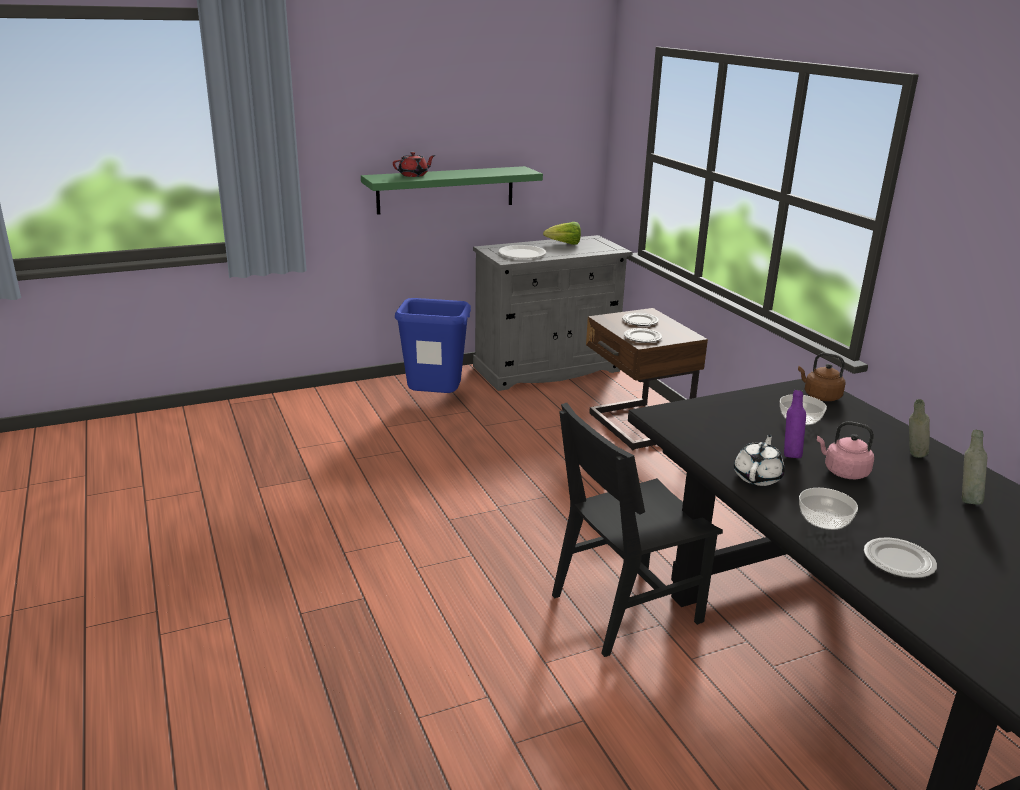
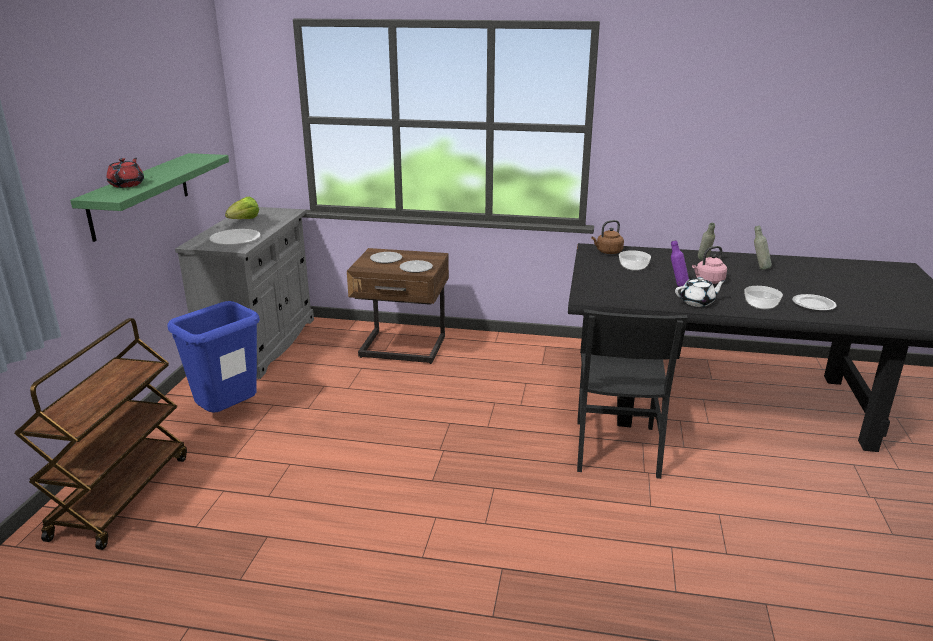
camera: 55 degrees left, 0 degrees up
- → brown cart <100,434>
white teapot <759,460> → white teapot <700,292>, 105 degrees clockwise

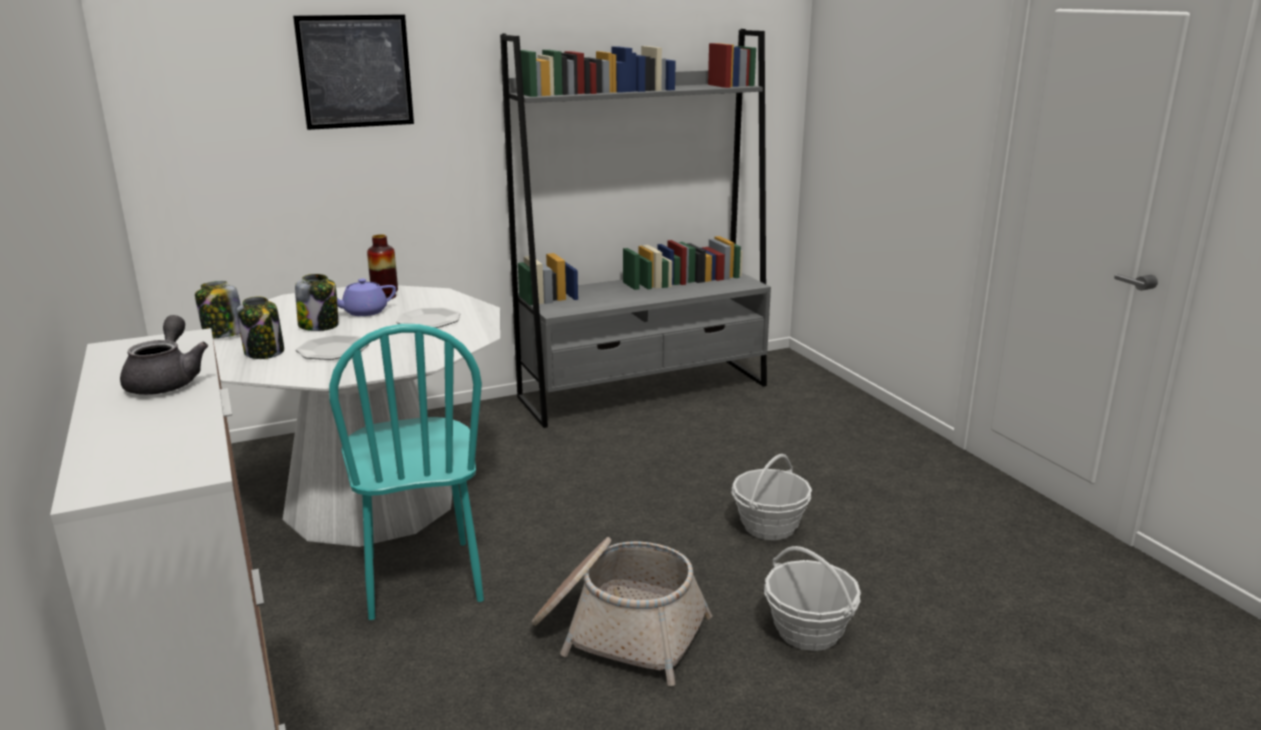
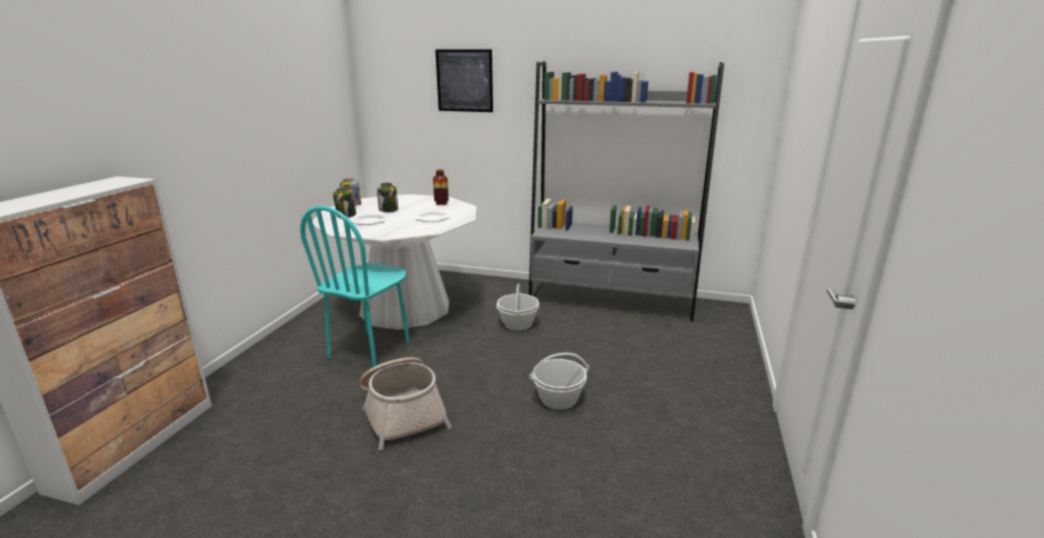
camera: 40 degrees right, 0 degrees up
grey teapot <164,355> → -
purple teapot <366,297> → -
basket <812,598> → basket <518,307>, relocated

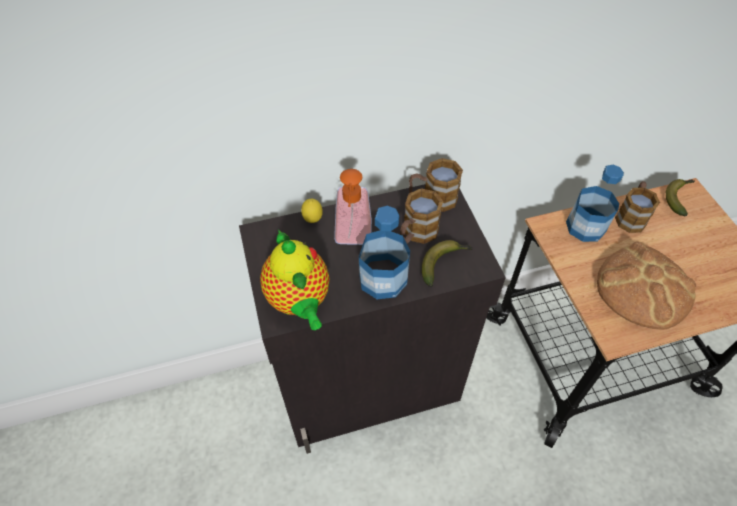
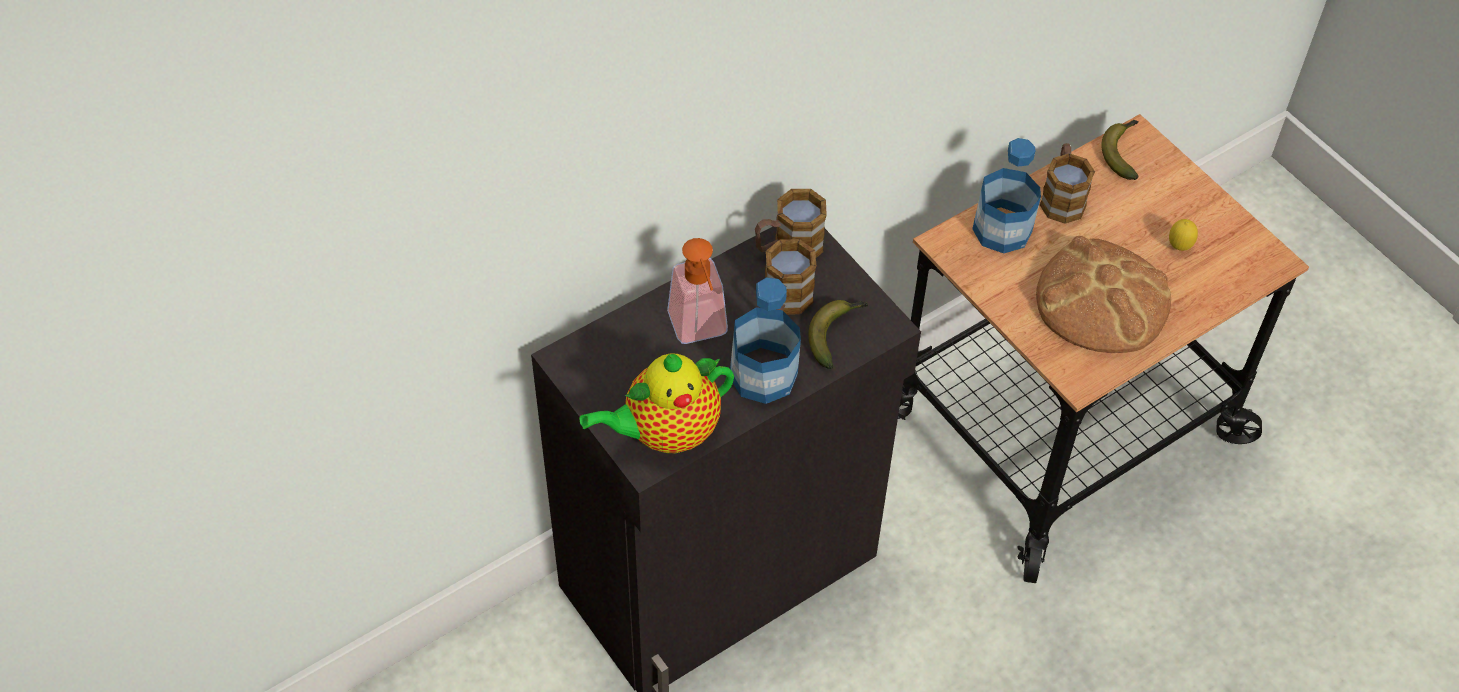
camera: 20 degrees left, 0 degrees up
lemon <312,211> → lemon <1183,235>, relocated
teapot <295,279> → teapot <656,403>, 105 degrees clockwise

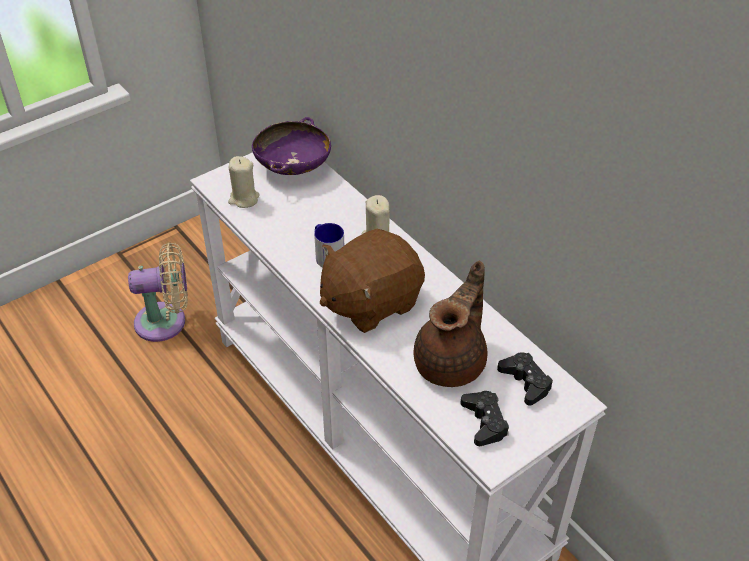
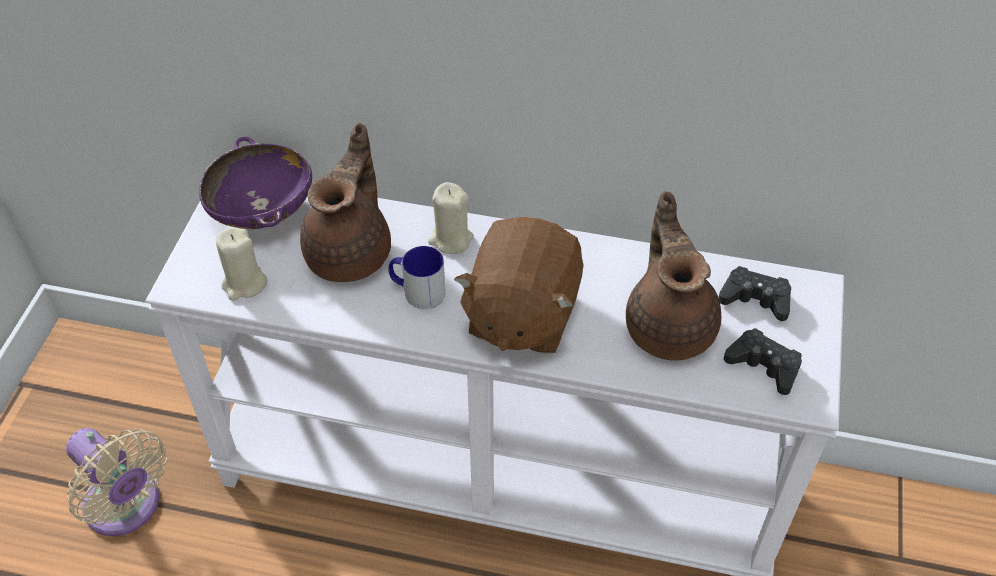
camera: 40 degrees left, 5 degrees up
- → brown teapot <345,202>
beige fan <158,292> → beige fan <116,482>, 90 degrees clockwise

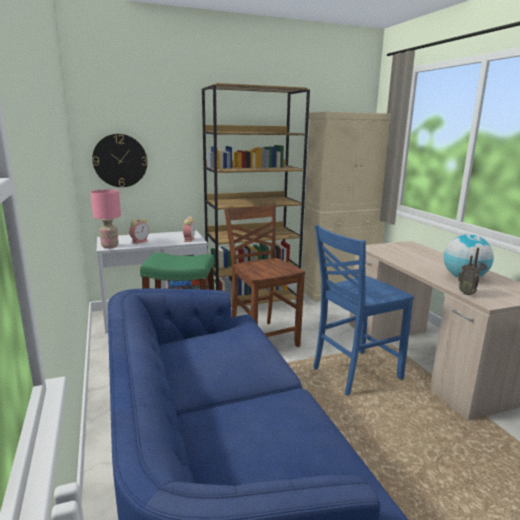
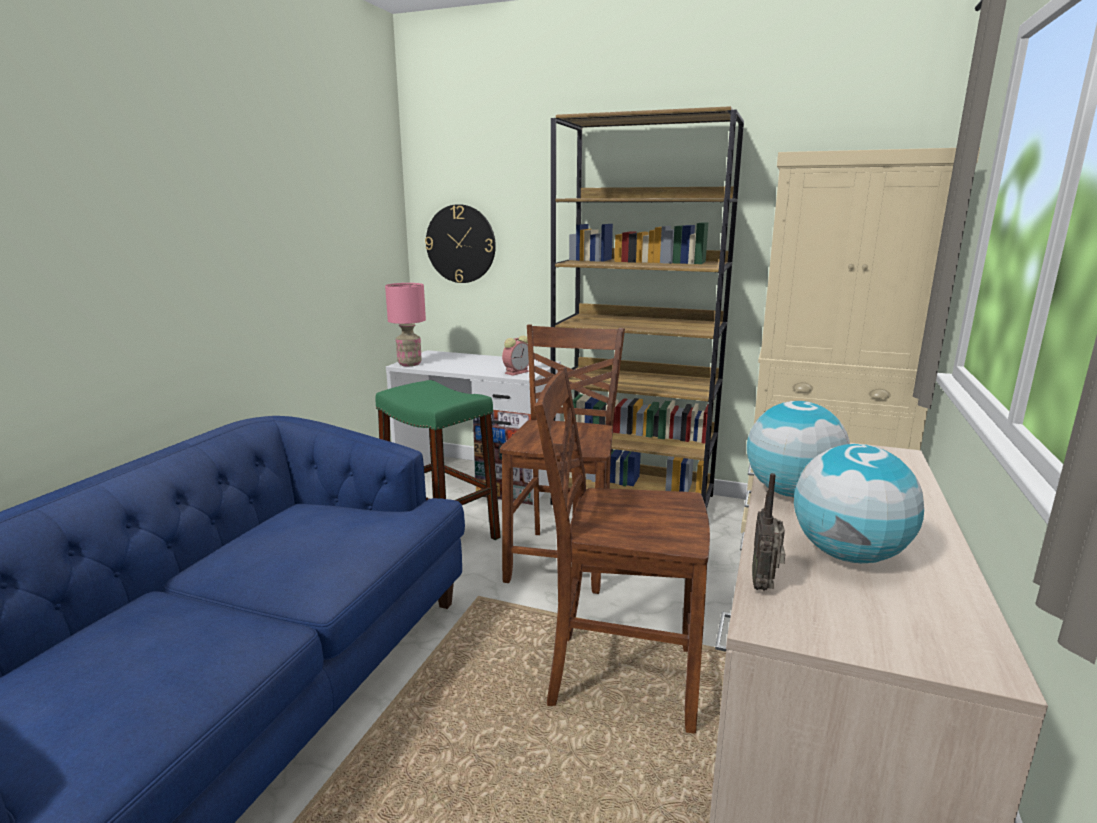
camera: 40 degrees right, 0 degrees up
alarm clock <139,231> → -
- → globe <798,449>
blue chair <363,310> → brown chair <622,550>

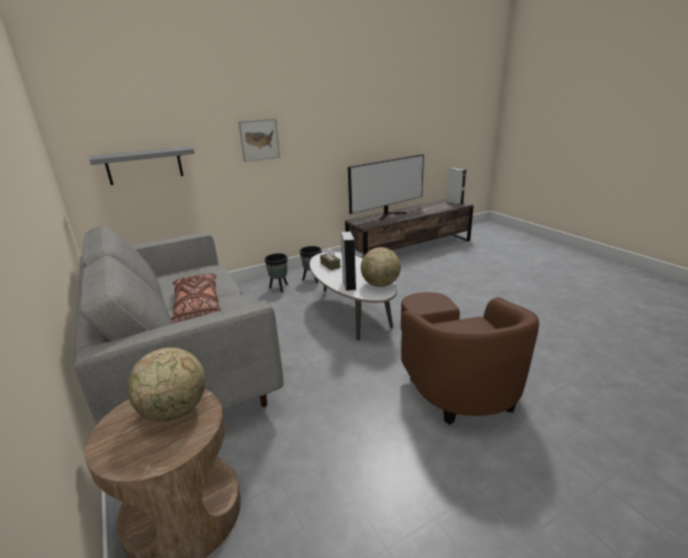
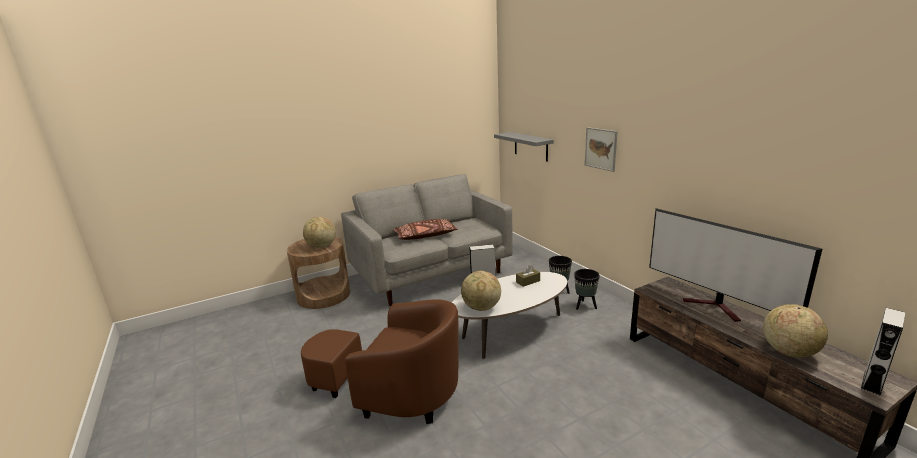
camera: 90 degrees right, 5 degrees down
- → globe <795,331>
brown armchair <470,358> → brown armchair <380,361>, 150 degrees counterclockwise

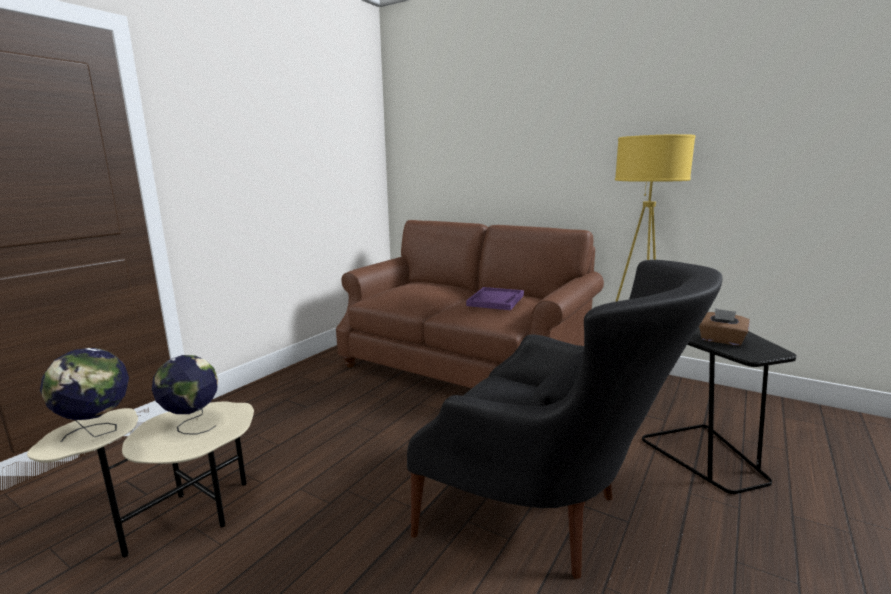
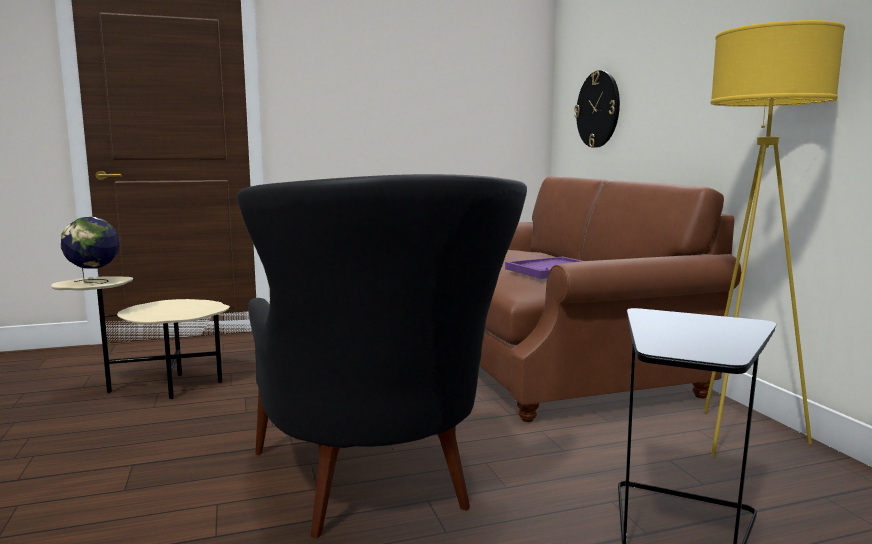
camera: 40 degrees right, 5 degrees down
globe <185,395> → -
brown tissue box <724,327> → -
- → wall clock <597,109>

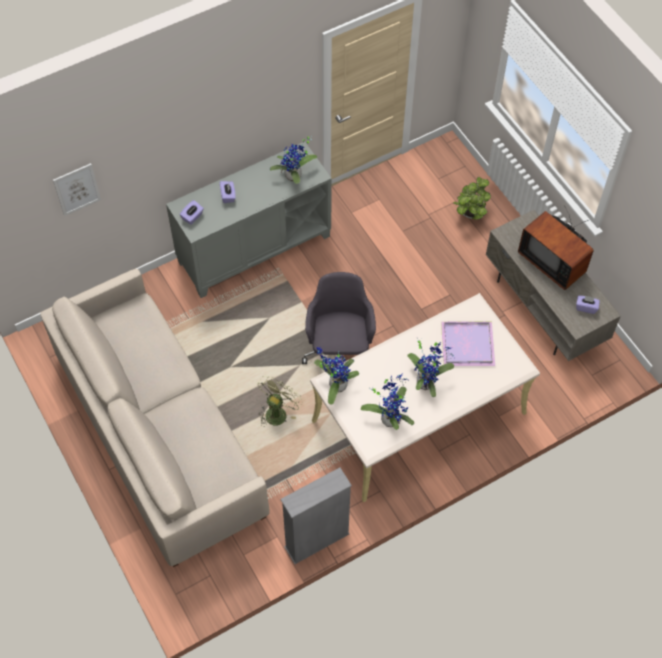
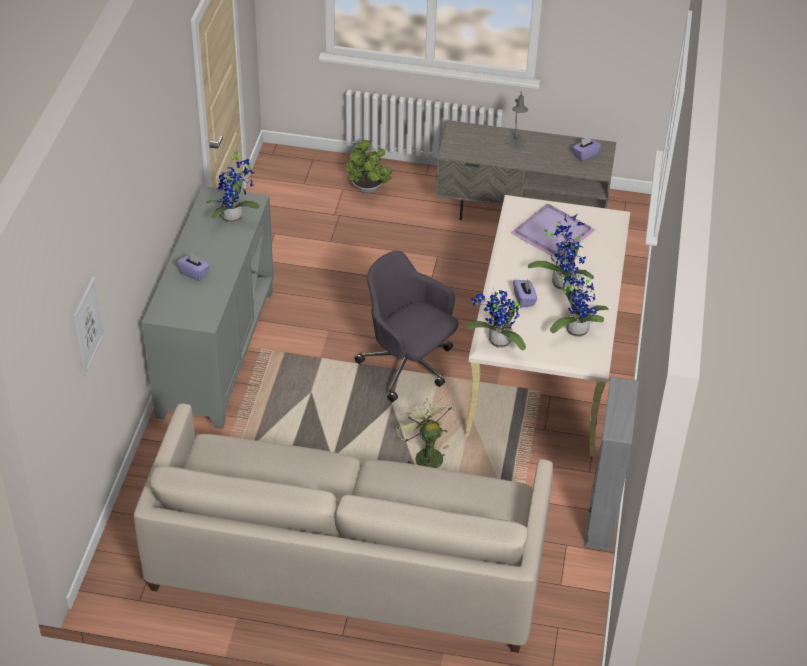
camera: 50 degrees left, 15 degrees down
purple tissue box <192,212> → purple tissue box <525,293>, relocated
television <556,247> → grey table lamp <516,120>

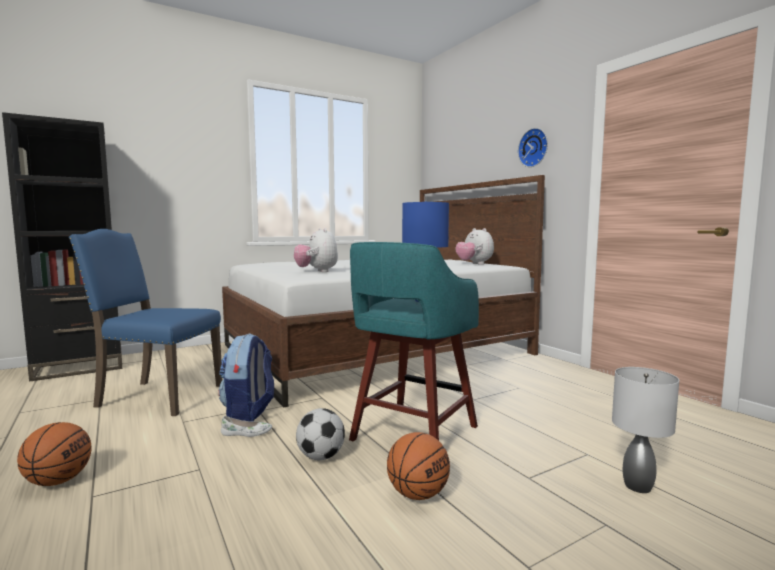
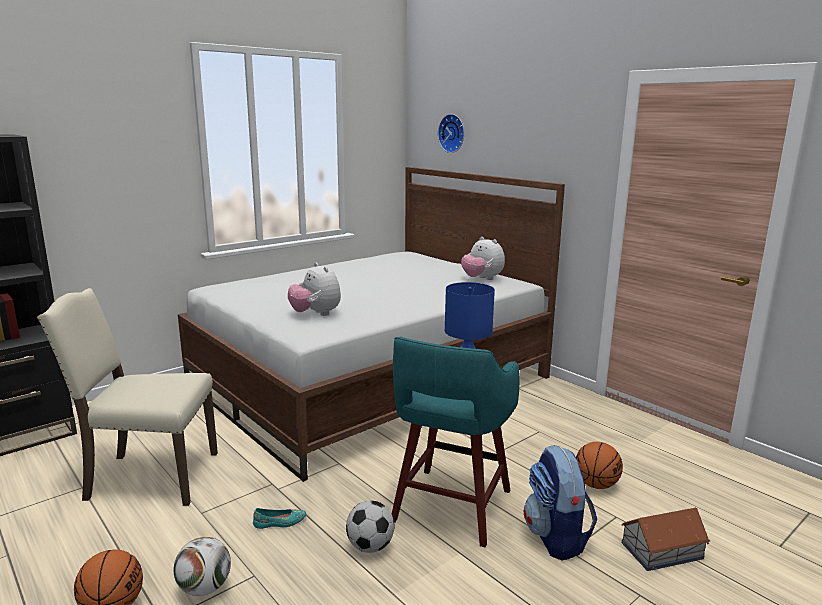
camera: 10 degrees left, 10 degrees up
- → football <202,566>
backpack <246,377> → backpack <560,502>, relocated
basketball <418,466> → basketball <599,465>, relocated
wall clock <533,147> → wall clock <451,133>, relocated
grey table lamp <645,430> → toy house <665,539>
blue chair <145,322> → beige chair <127,397>
white shoe <246,426> → turquoise shoe <279,518>

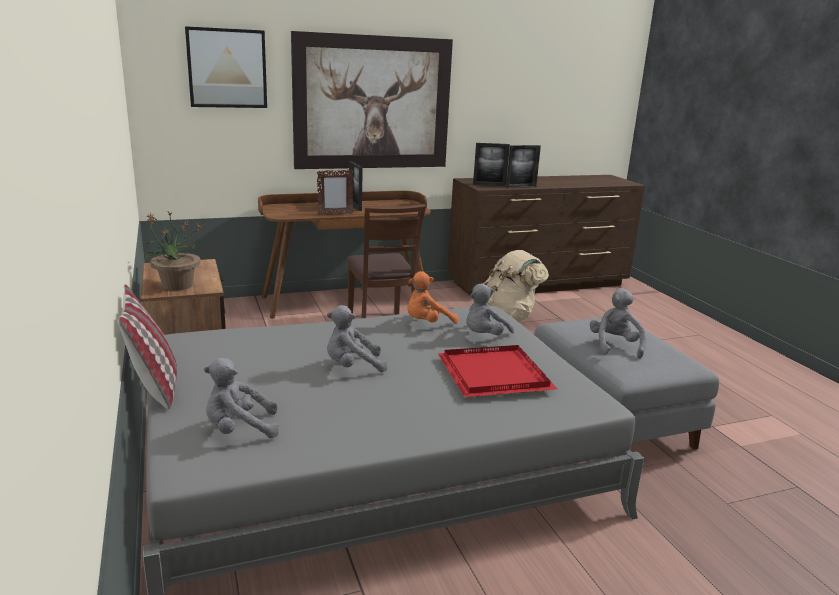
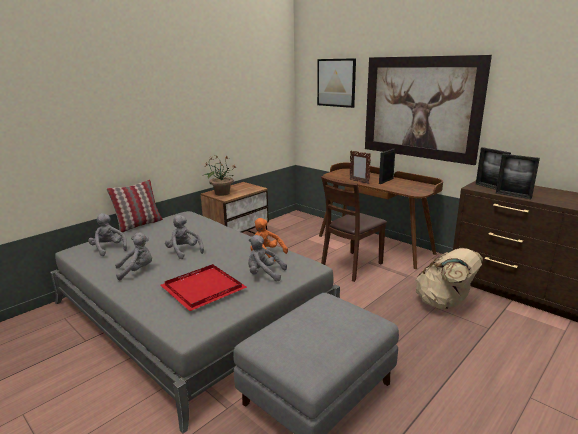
camera: 65 degrees right, 0 degrees up
grey plush toy <618,323> → grey plush toy <133,256>, relocated

